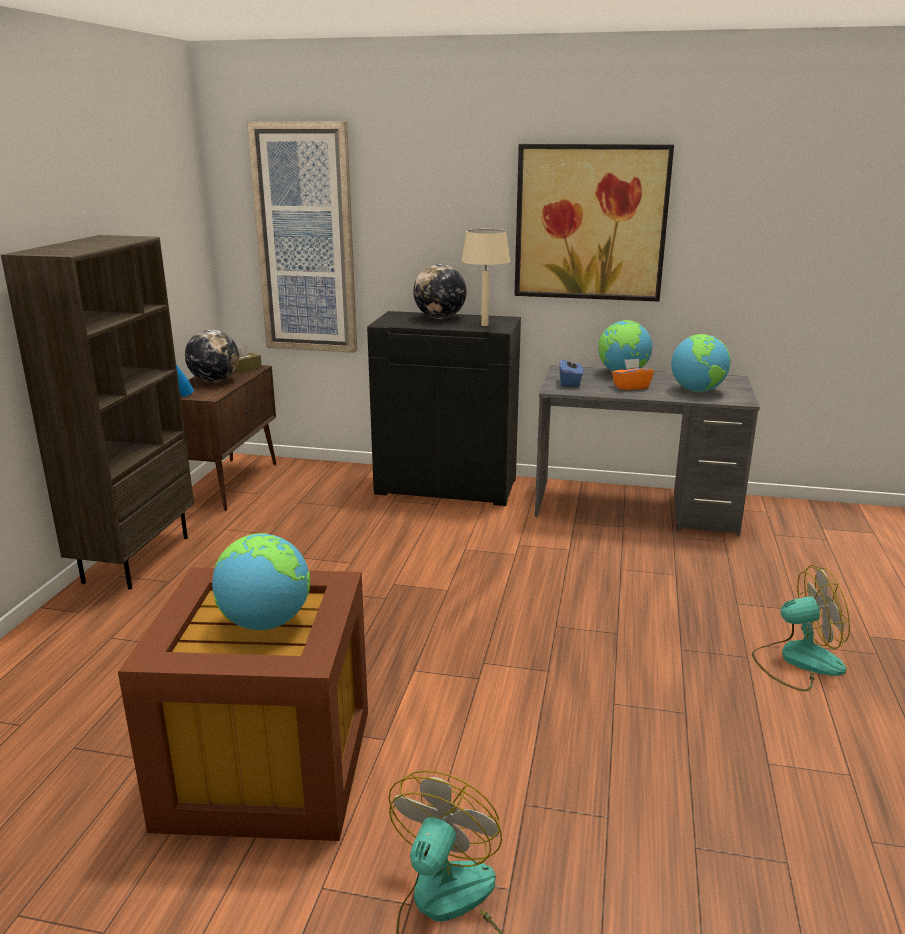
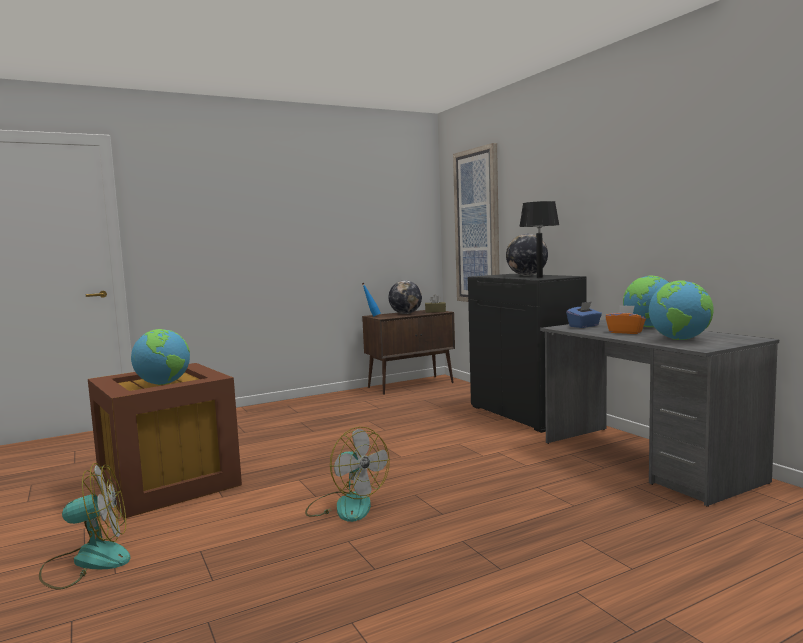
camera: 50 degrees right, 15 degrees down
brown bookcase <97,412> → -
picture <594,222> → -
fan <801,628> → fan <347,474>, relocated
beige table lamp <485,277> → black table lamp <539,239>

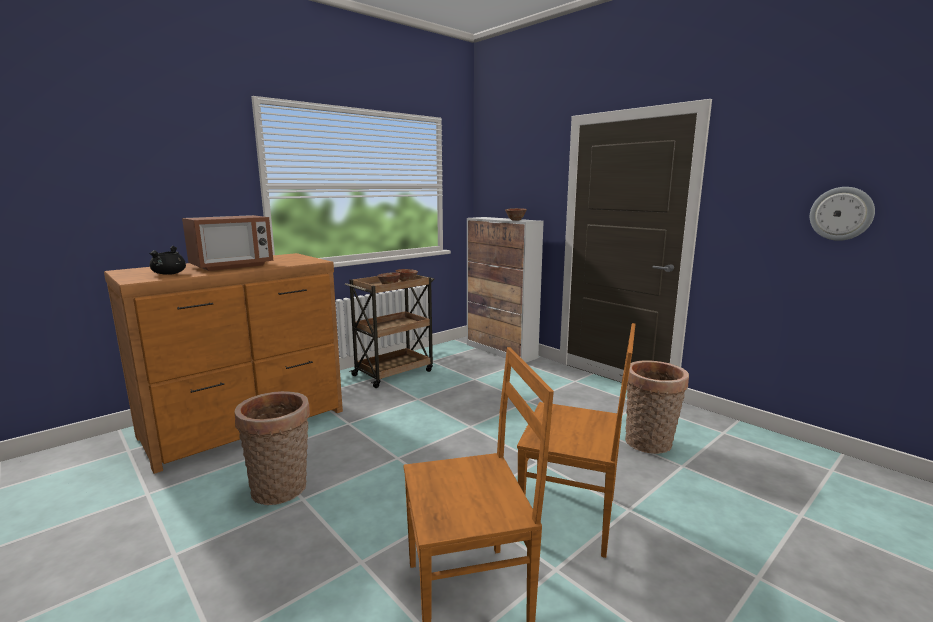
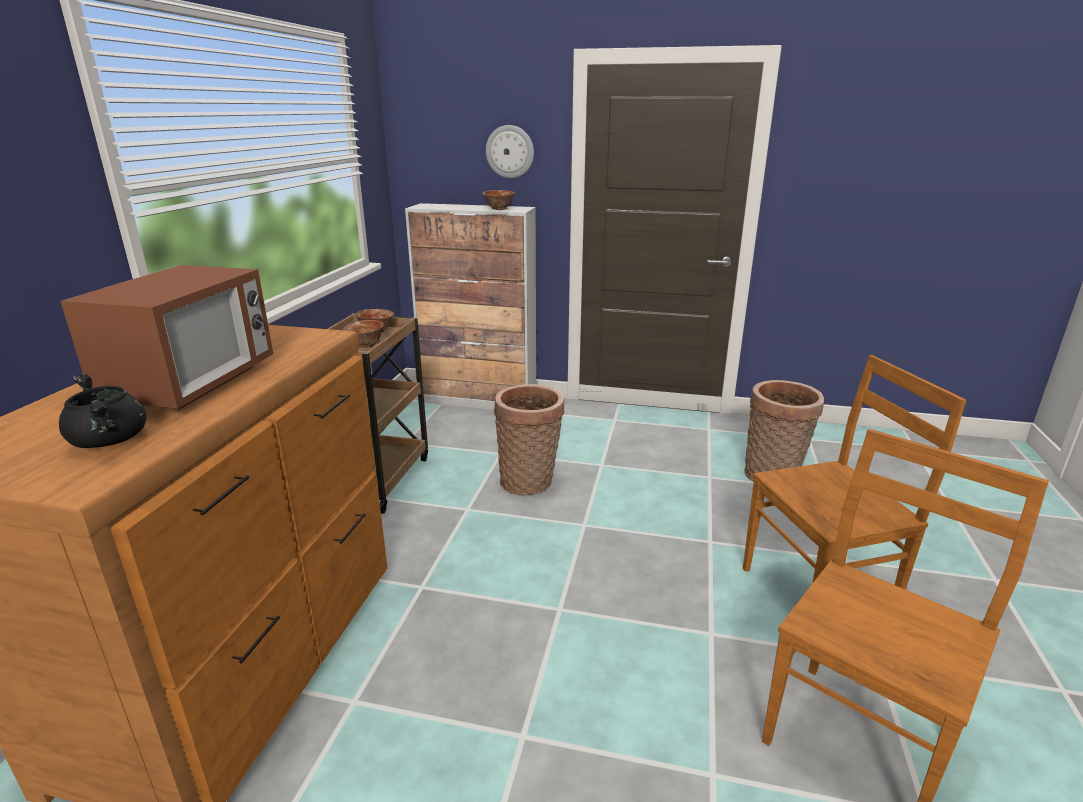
camera: 35 degrees left, 10 degrees up
basket <272,448> → basket <529,440>, relocated
wall clock <842,214> → wall clock <510,151>, relocated

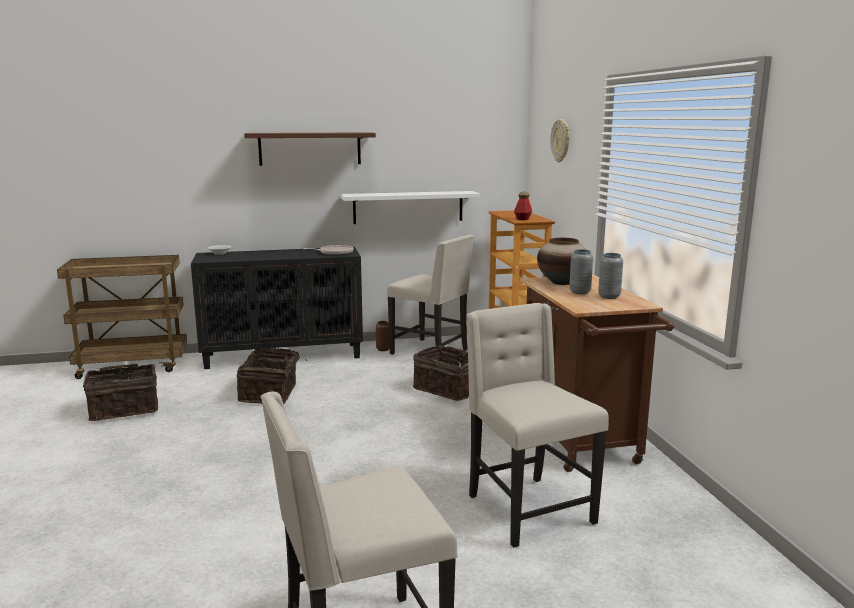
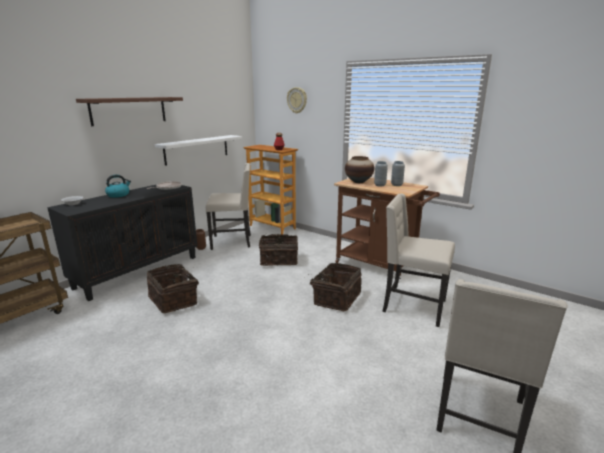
camera: 40 degrees left, 5 degrees up
- → kettle <118,186>
basket <120,392> → basket <336,287>, relocated

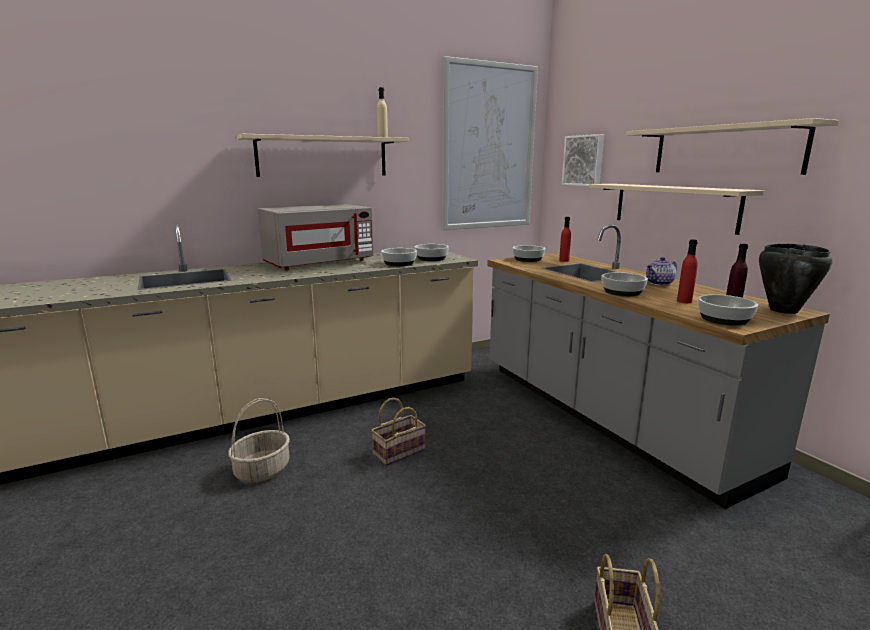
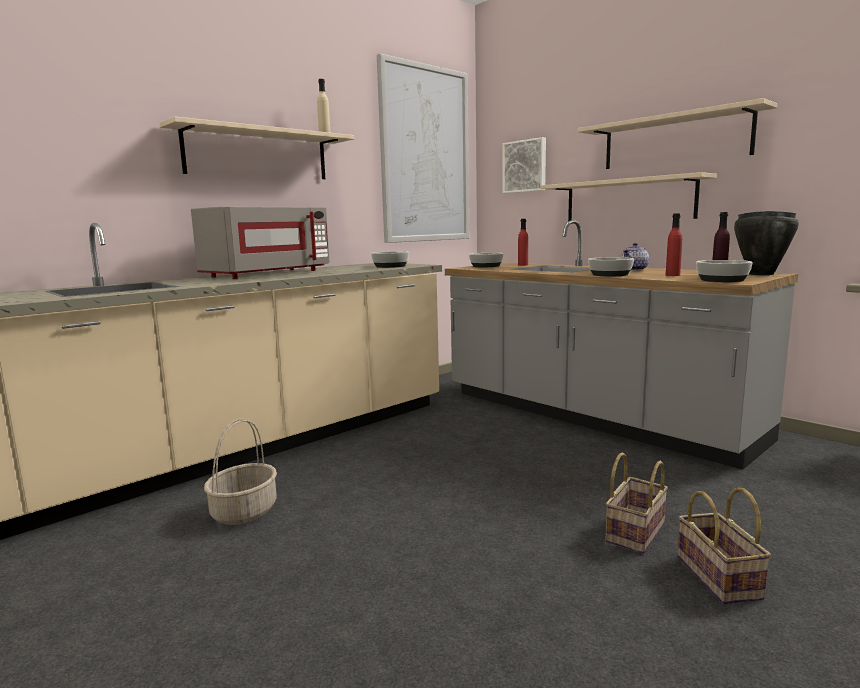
camera: 15 degrees left, 5 degrees down
bowl <399,257> → -
basket <398,432> → basket <636,503>, relocated

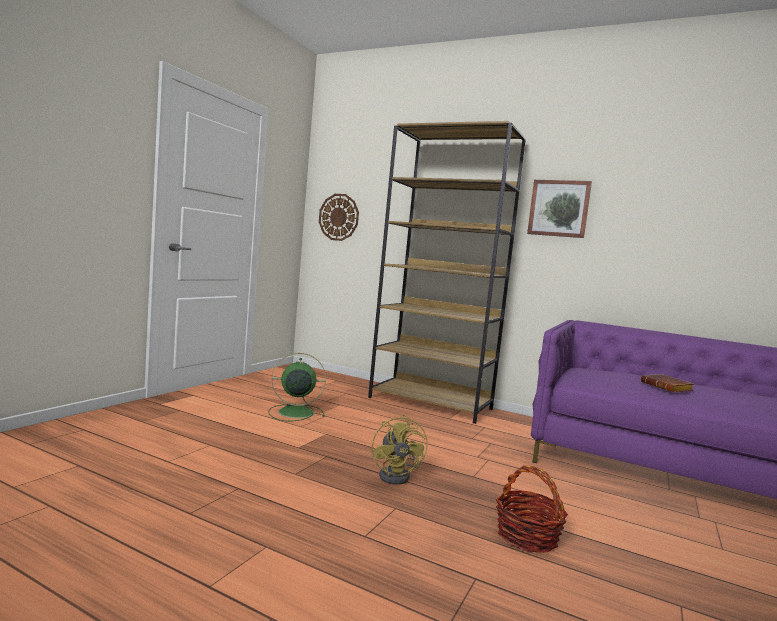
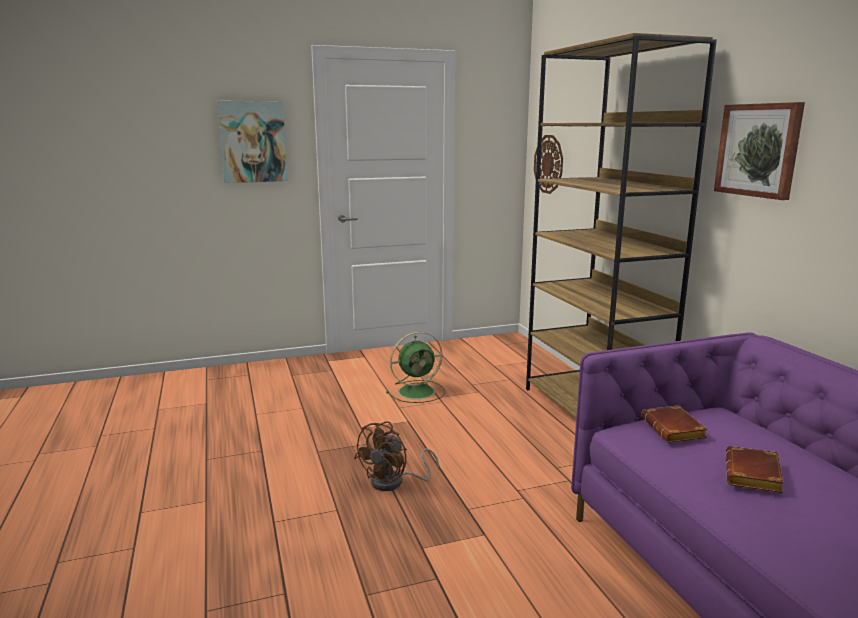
camera: 45 degrees right, 10 degrees up
basket <532,509> → -
- → picture <252,142>
- → brown book <674,424>
yellow fan <399,450> → brown fan <396,456>
green fan <297,387> → green fan <415,367>, 120 degrees clockwise

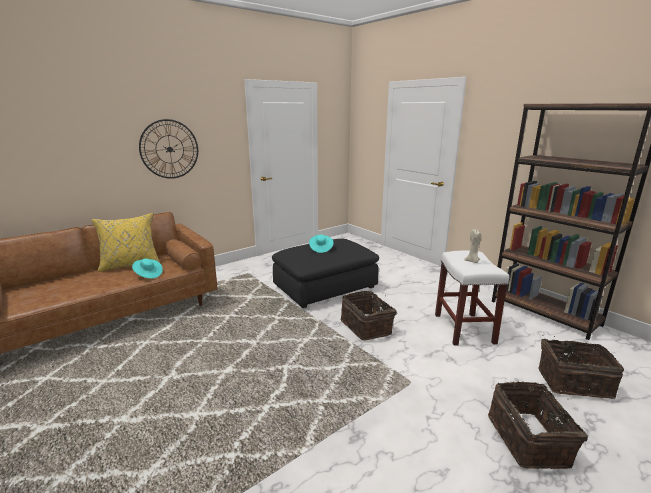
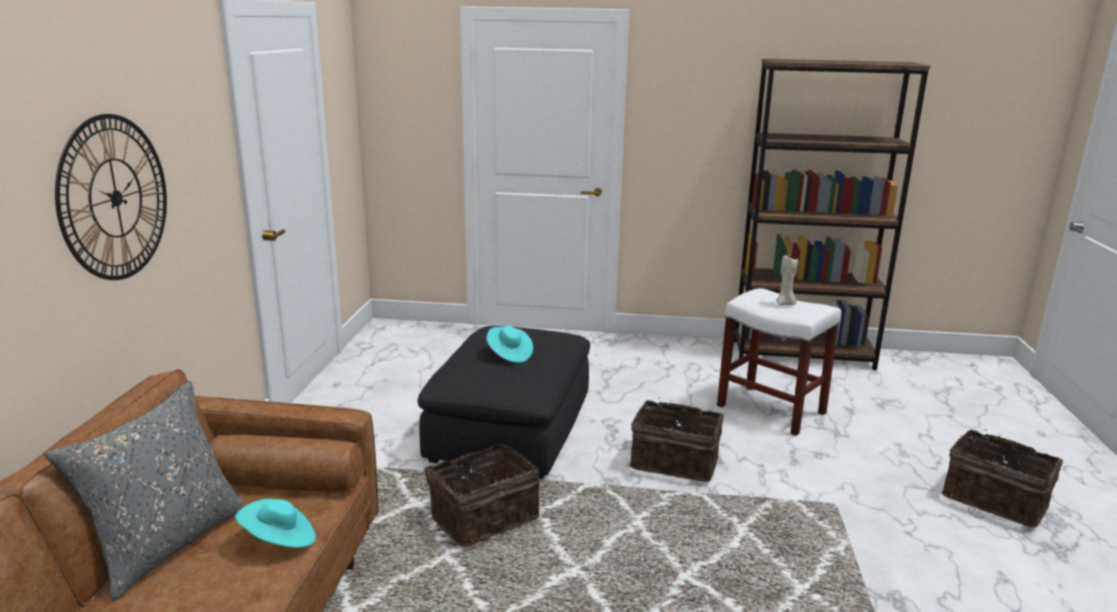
camera: 45 degrees left, 0 degrees up
basket <581,367> → basket <482,495>, relocated
yellow pillow <125,242> → grey pillow <144,491>

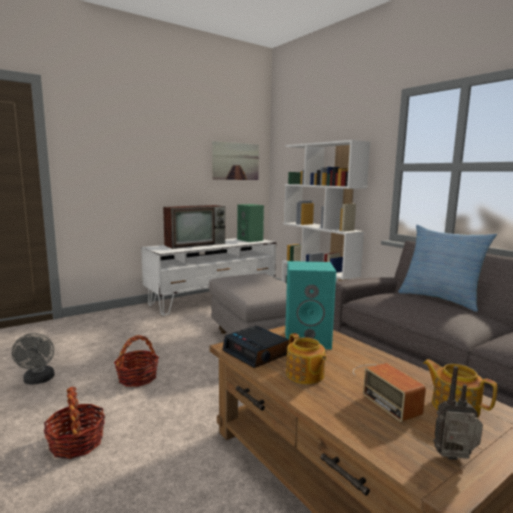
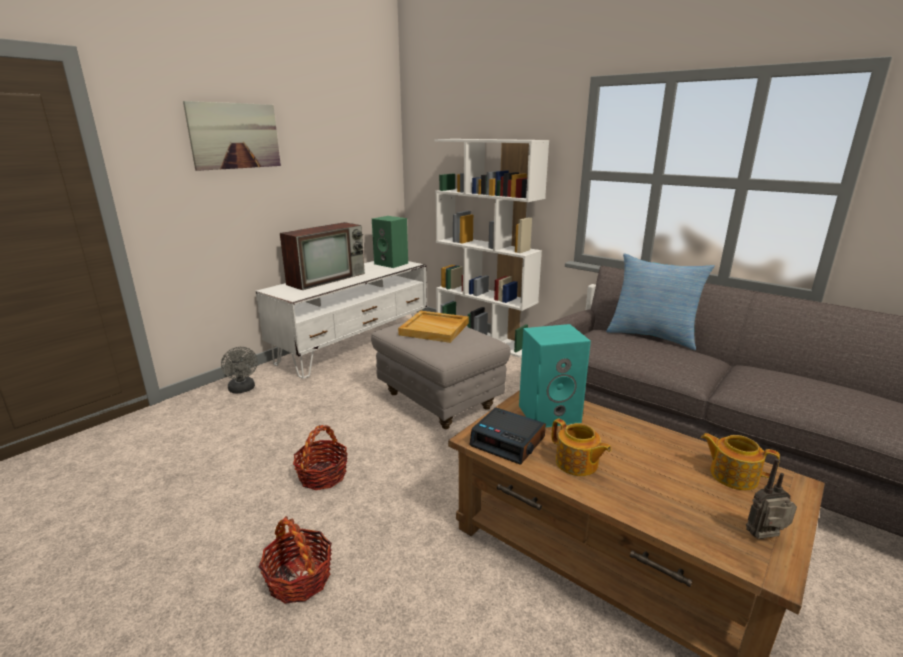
camera: 15 degrees left, 10 degrees up
radio <389,392> → -
- → beige tray <433,327>
grey fan <33,359> → grey fan <239,370>, relocated
picture <235,160> → picture <232,136>, relocated

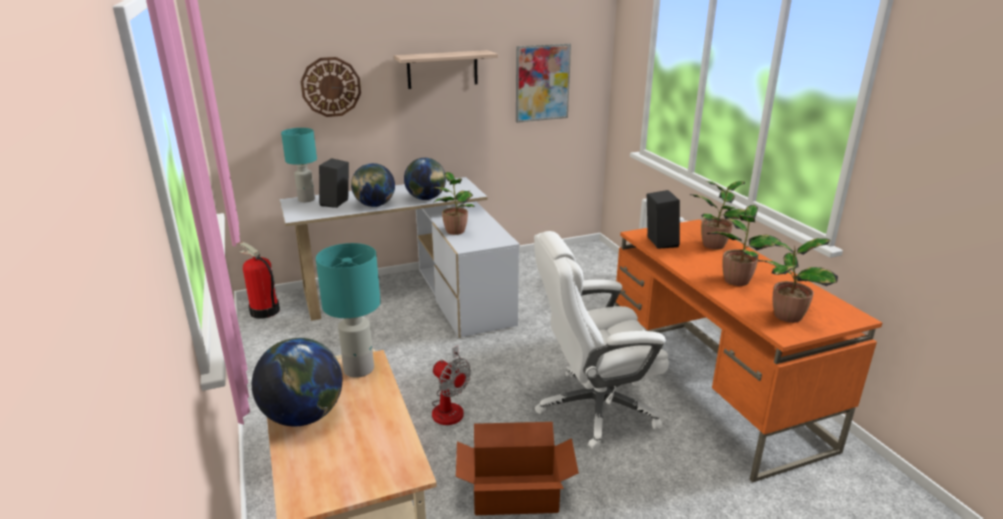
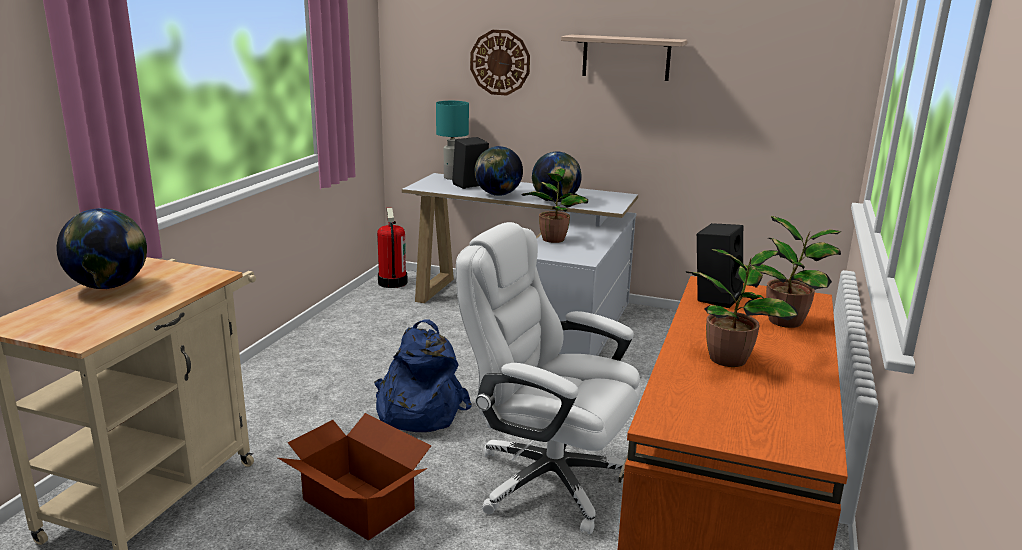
camera: 40 degrees right, 5 degrees down
turquoise table lamp <348,310> → -
picture <543,83> → -
potted plant <798,280> → -
fan <451,385> → blue backpack <423,376>

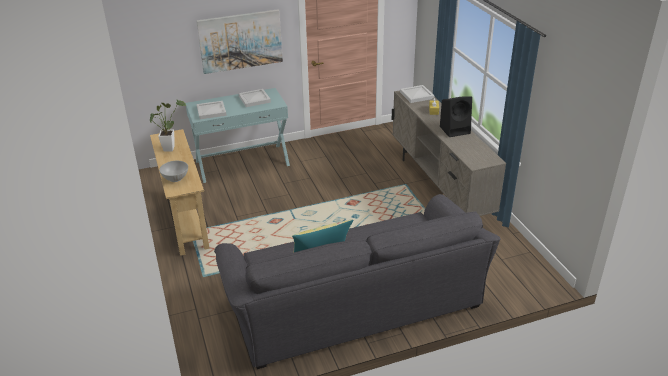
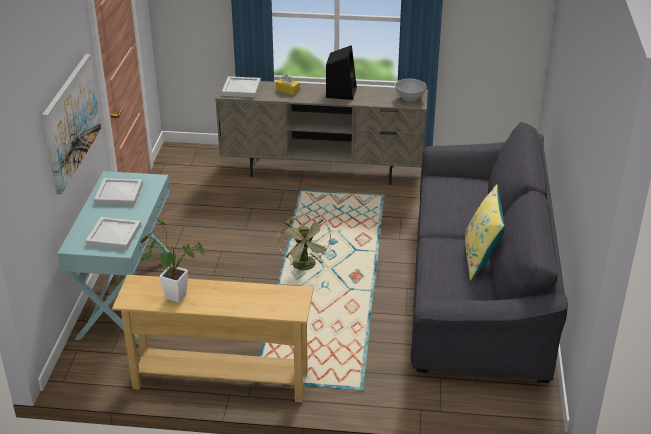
camera: 65 degrees left, 0 degrees up
- → green fan <304,242>
white bowl <173,171> → white bowl <411,90>, relocated

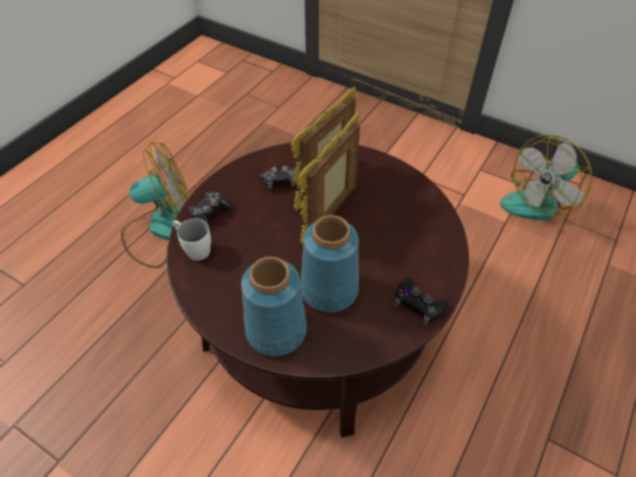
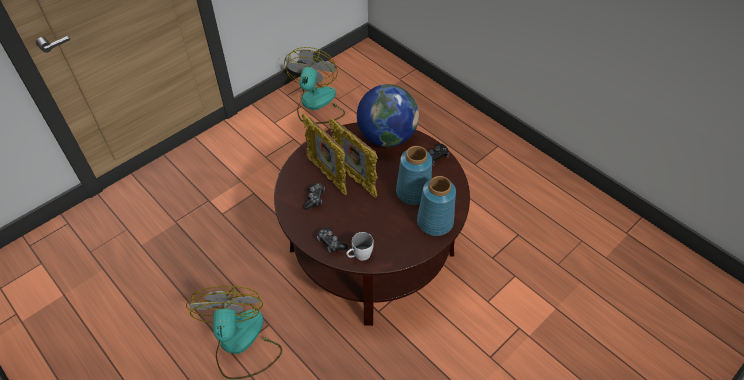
camera: 75 degrees left, 0 degrees up
- → globe <388,115>
fan <546,177> → fan <314,85>, 150 degrees counterclockwise

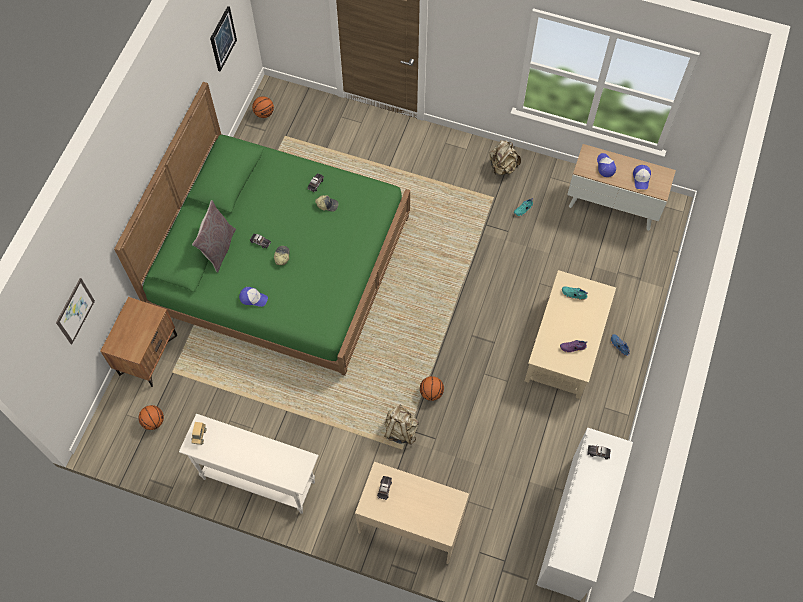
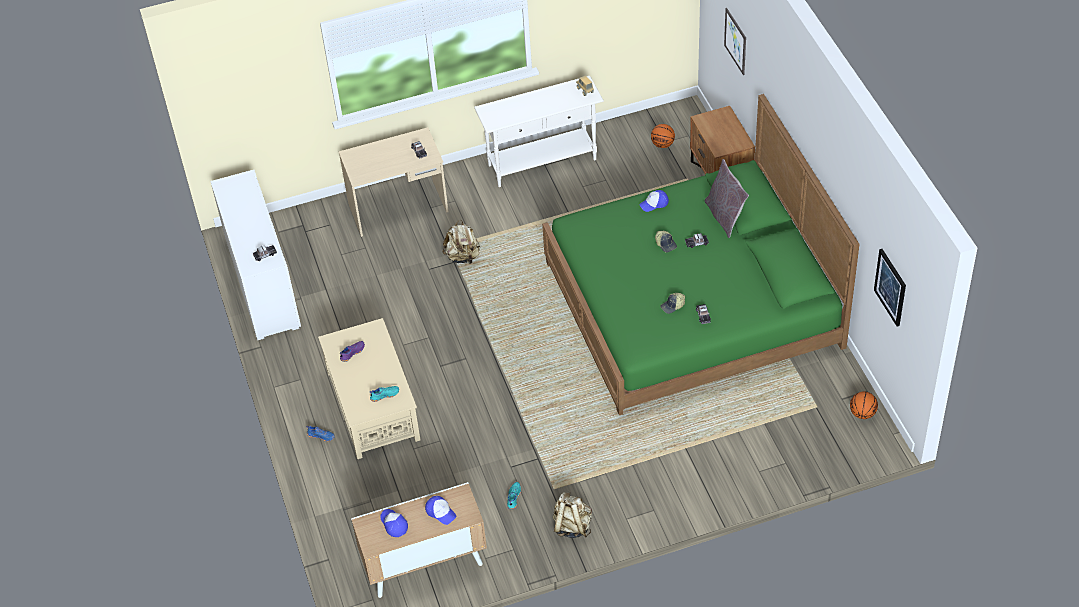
camera: 145 degrees right, 15 degrees down
basketball <432,388> → -

